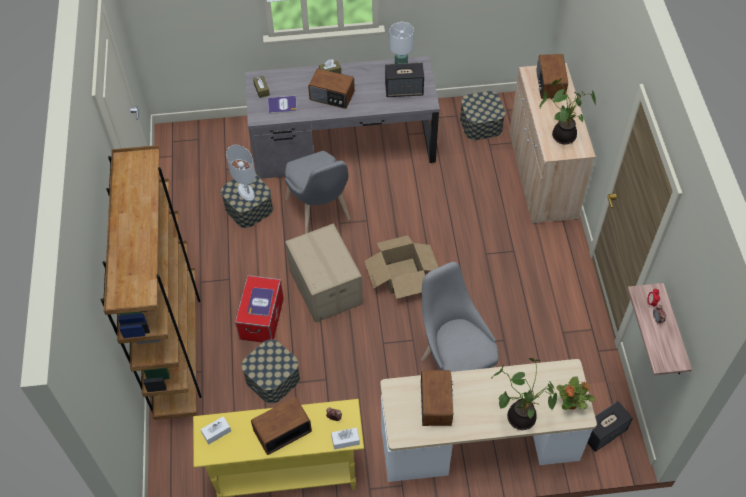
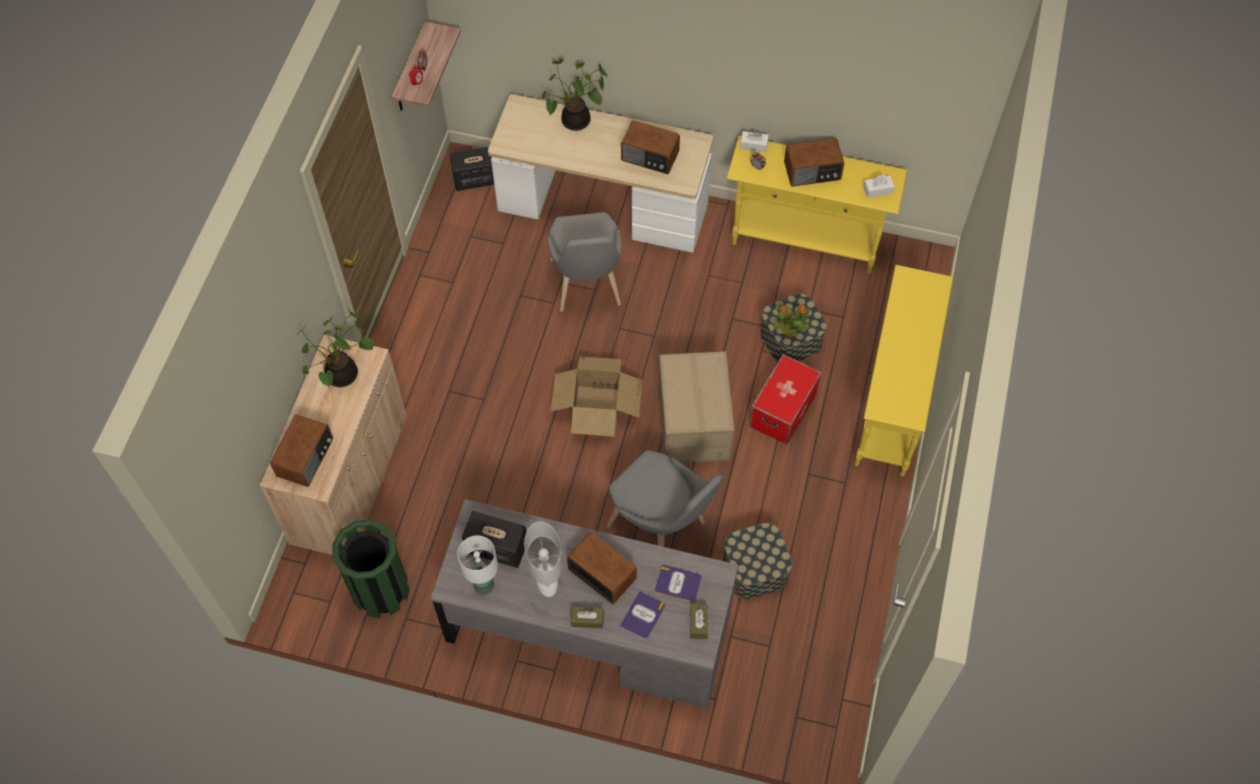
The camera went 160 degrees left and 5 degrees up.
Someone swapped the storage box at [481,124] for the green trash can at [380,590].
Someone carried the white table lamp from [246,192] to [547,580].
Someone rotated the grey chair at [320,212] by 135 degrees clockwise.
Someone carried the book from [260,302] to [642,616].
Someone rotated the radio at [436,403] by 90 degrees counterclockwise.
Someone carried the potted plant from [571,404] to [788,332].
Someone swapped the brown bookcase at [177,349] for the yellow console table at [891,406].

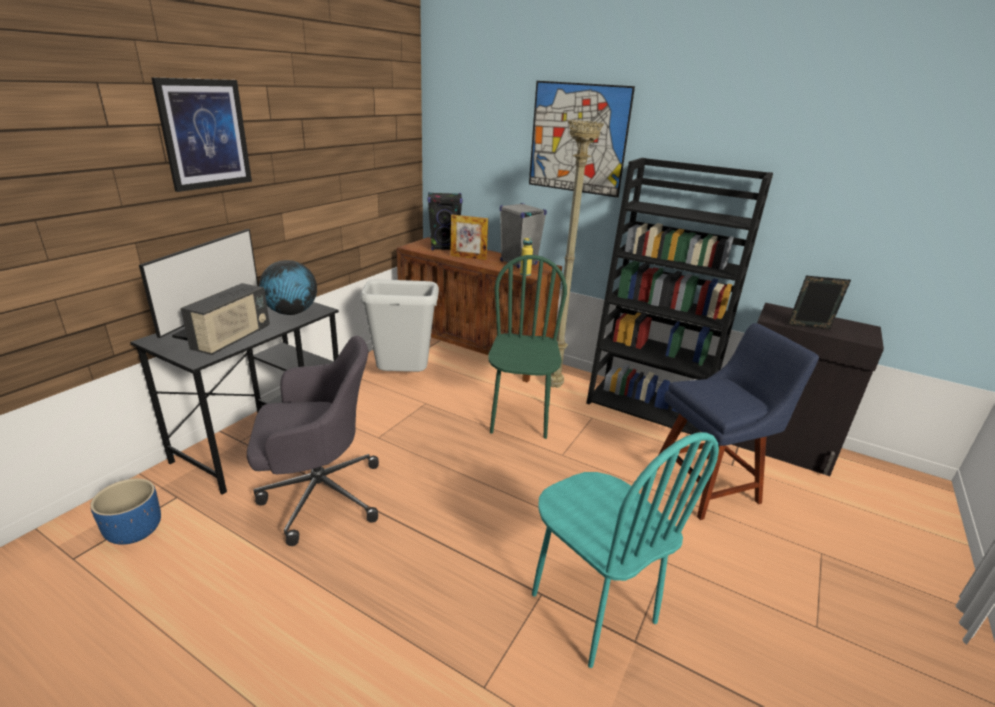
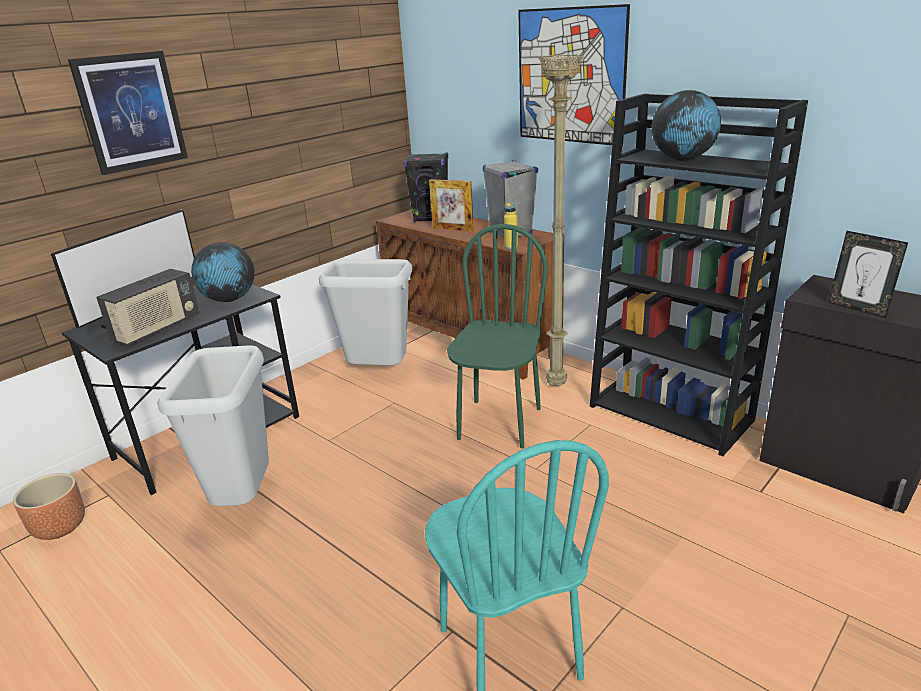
The camera went 15 degrees right and 0 degrees up.
Someone repainted the blue planter at [134,531], which became the brown planter at [59,527].
Someone swapped the grey office chair at [318,495] for the grey trash can at [245,501].
Someone put down the globe at [682,159].
Someone rotated the picture frame at [809,328] by 150 degrees counterclockwise.
Someone took away the blue chair at [709,484].

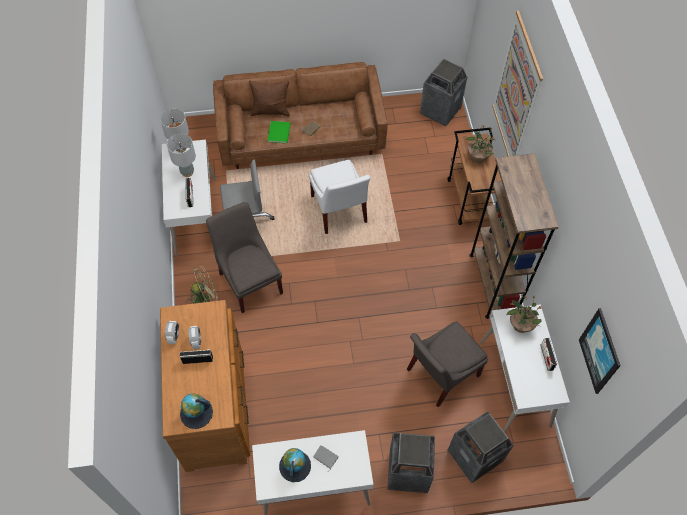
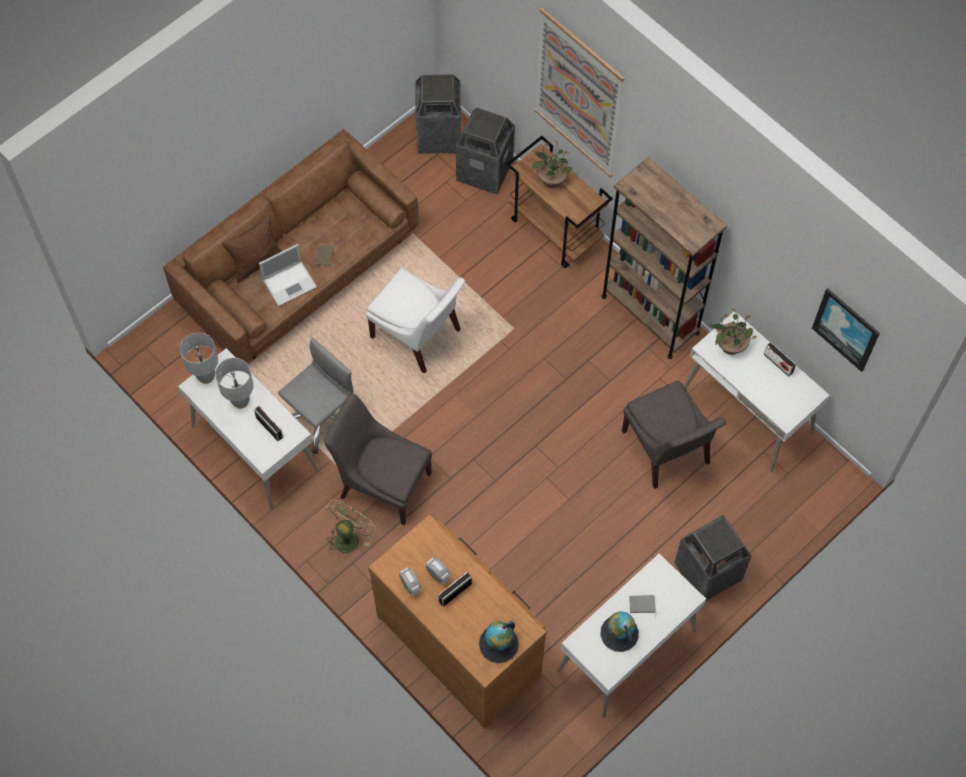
The camera went 35 degrees left and 5 degrees up.
Someone swapped the green book at [280,132] for the laptop at [290,283].
Someone carried the trash can from [474,456] to [484,170].
Someone rotated the grey chair at [440,374] by 45 degrees counterclockwise.

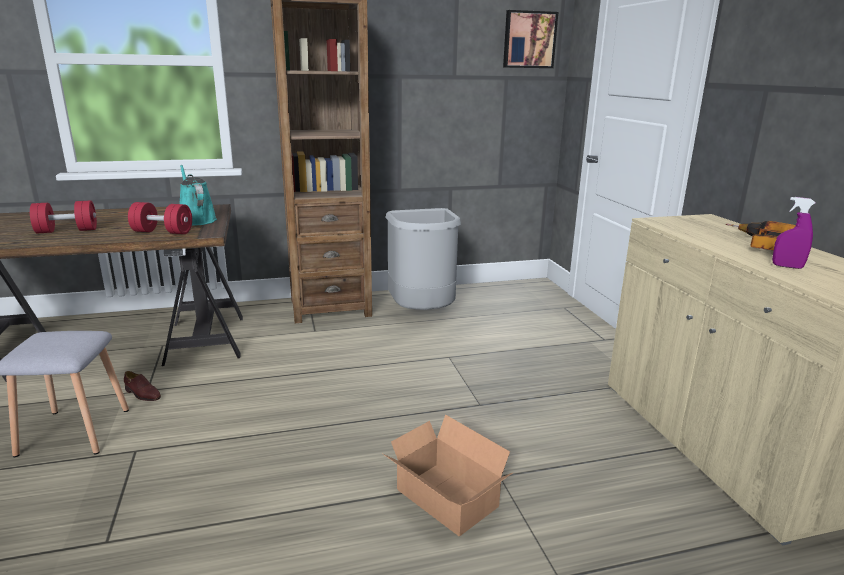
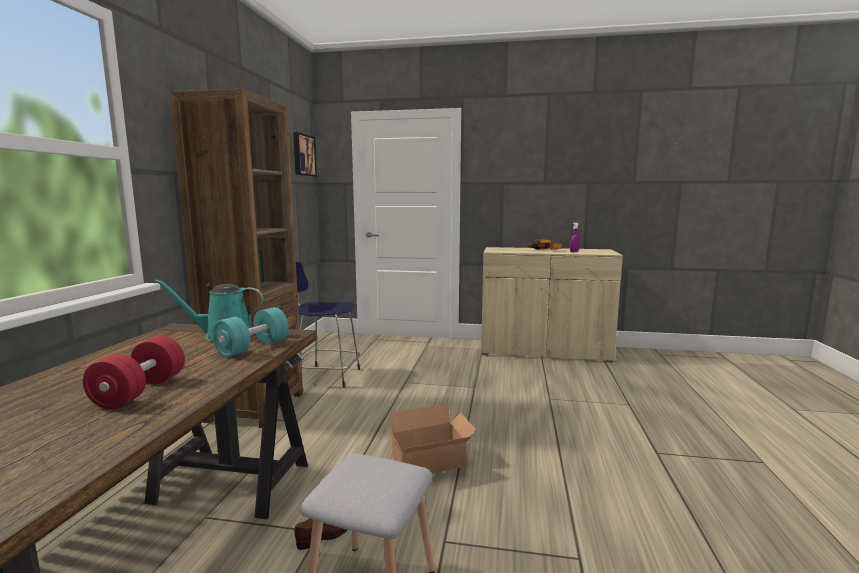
The camera went 65 degrees left and 10 degrees down.
Someone repainted the red dumbbell at [162,232], which became the turquoise dumbbell at [253,348].
Someone swapped the grey trash can at [422,314] for the blue stool at [326,376].
Someone carried the cardboard box from [446,501] to [431,462].

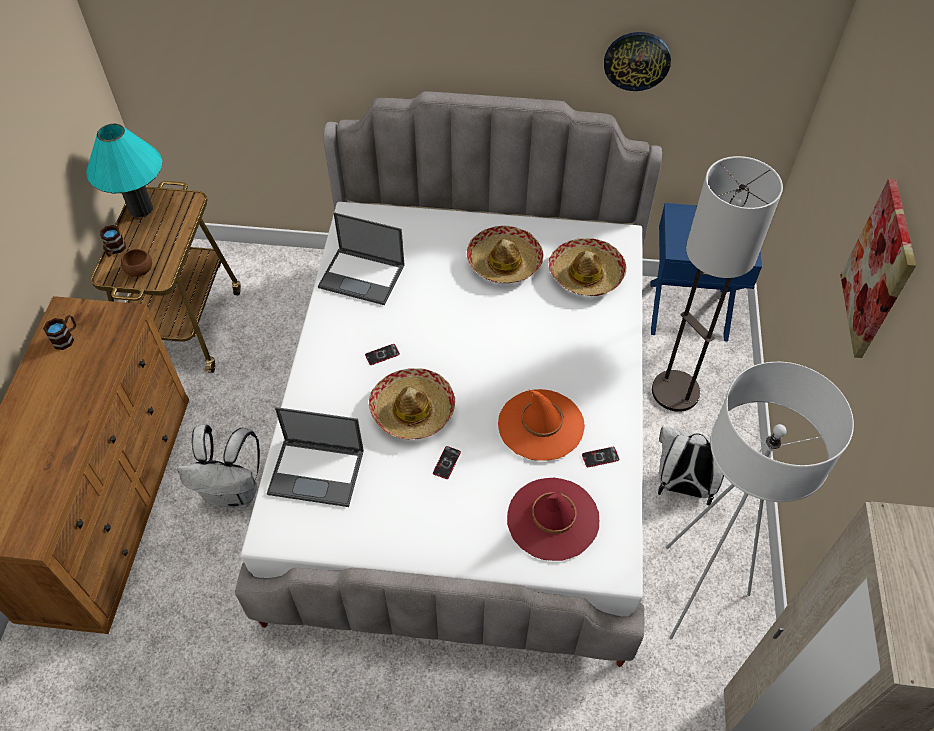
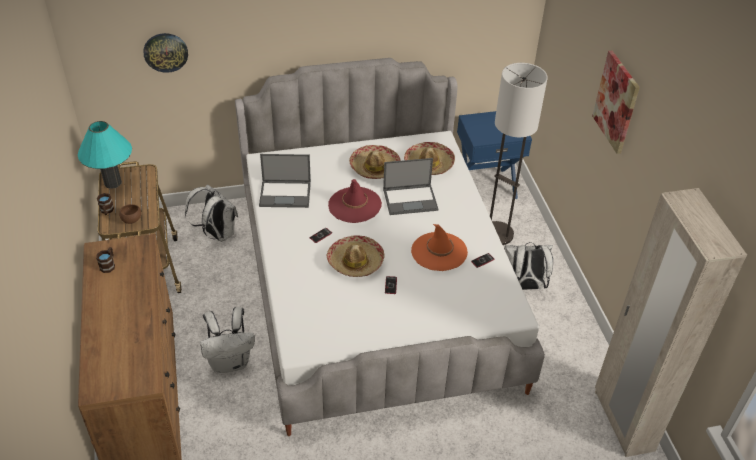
The camera went 20 degrees left and 10 degrees down.
Someone carried the wall clock from [637,60] to [165,52].
Someone put down the white backpack at [217,234].
Someone carried the red hat from [552,519] to [354,205].
Someone carried the laptop from [317,472] to [411,199].
Someone took away the white floor lamp at [694,593].

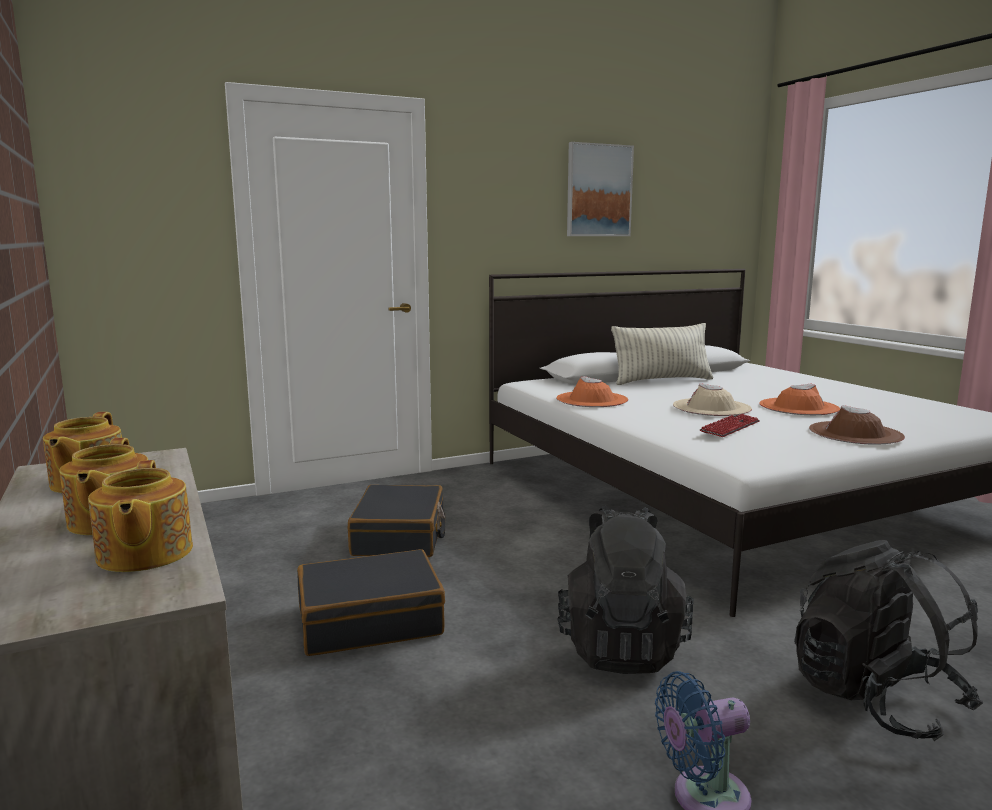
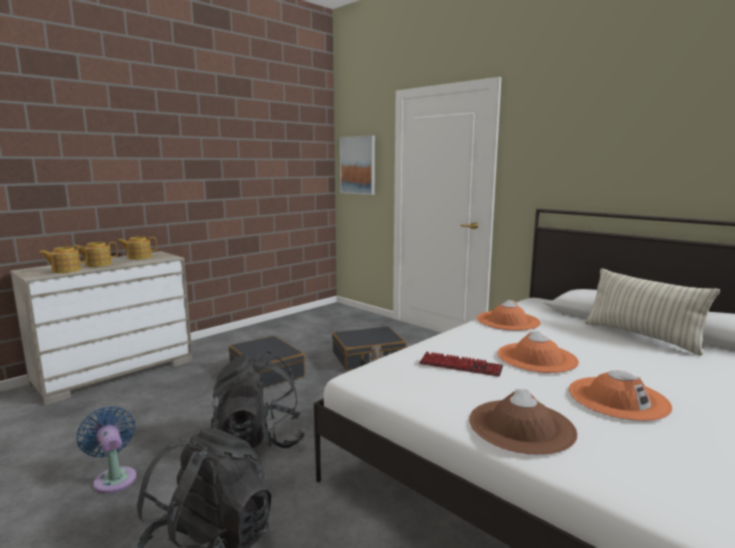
The camera went 70 degrees right and 0 degrees up.
Someone carried the picture from [598,190] to [358,165].
Someone repainted the beige hat at [711,407], which became the orange hat at [536,358].

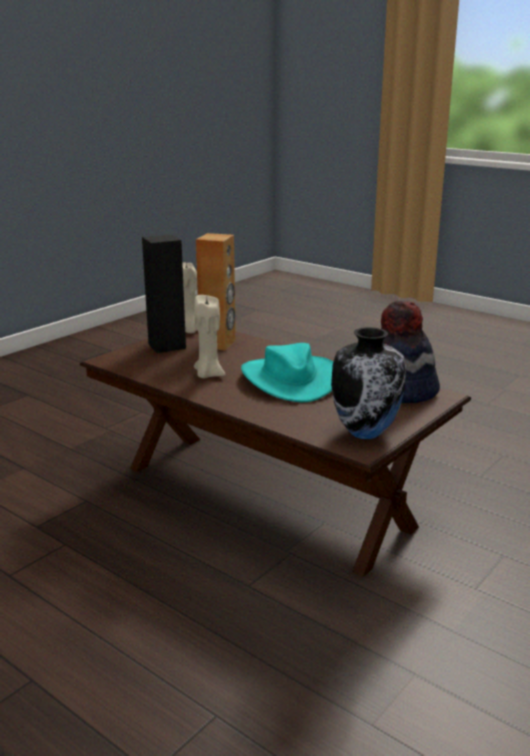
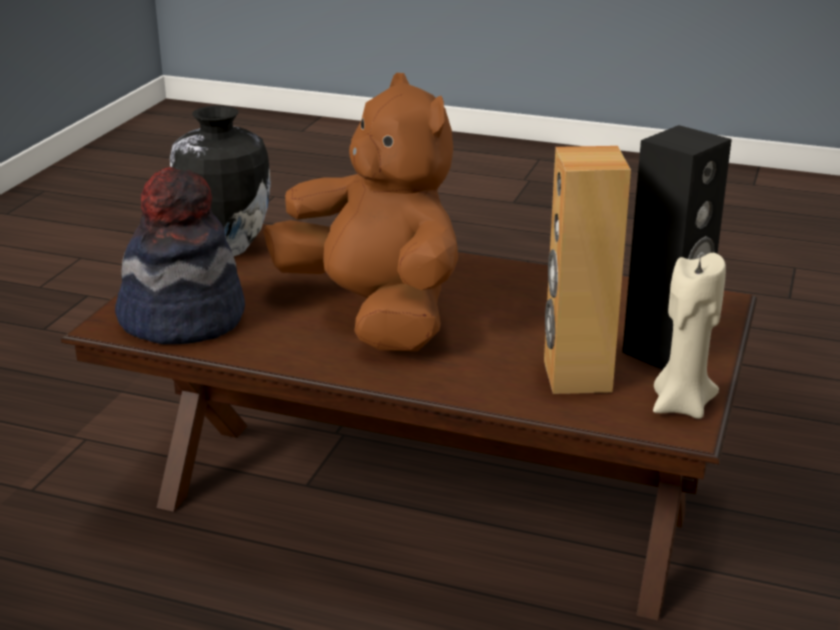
The camera went 160 degrees right and 5 degrees up.
Someone swapped the turquoise hat at [289,379] for the brown plush toy at [375,314].
Someone took away the beige candle at [208,375].

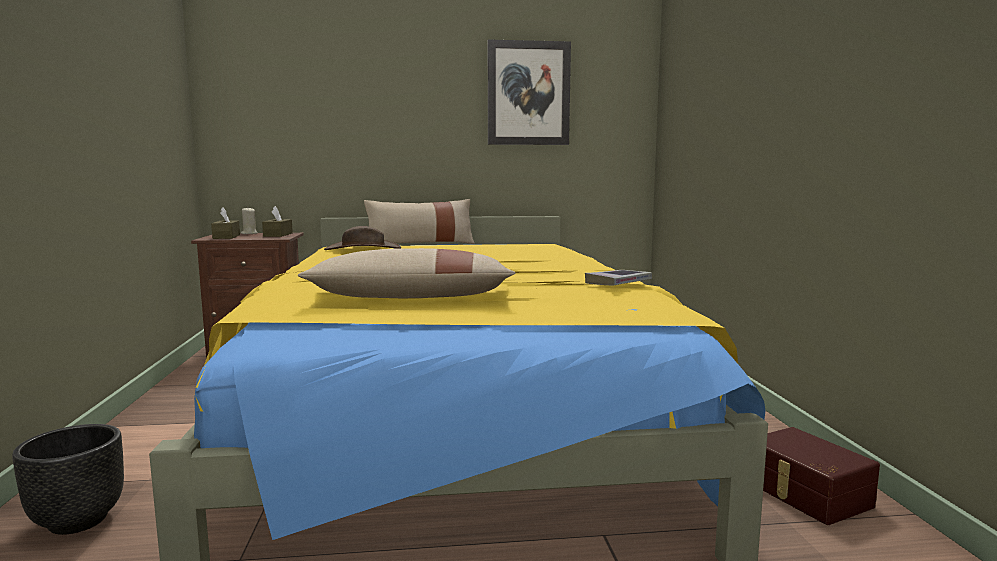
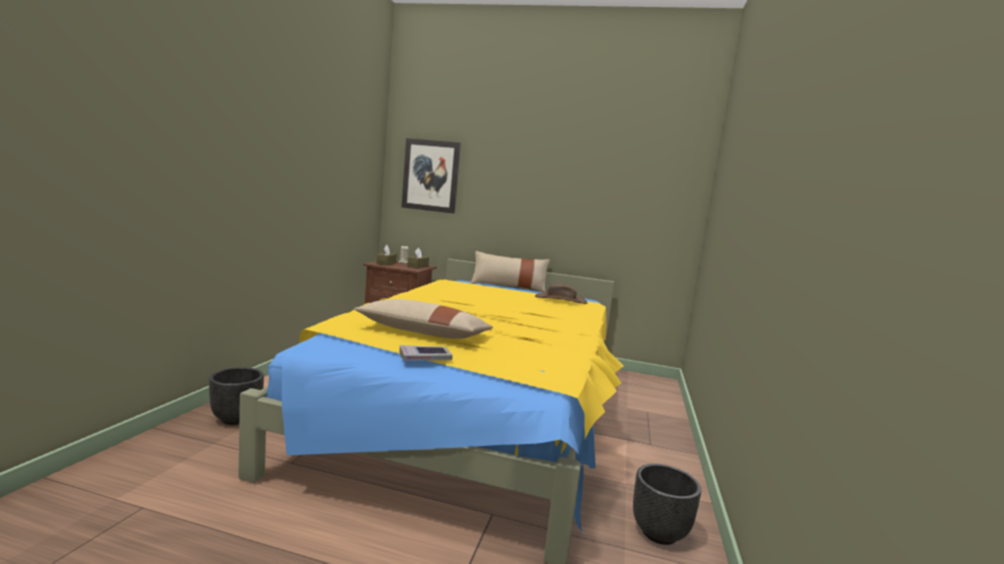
The camera went 20 degrees right and 0 degrees up.
Someone carried the book from [618,283] to [425,358].
Someone carried the picture from [528,93] to [431,176].
Someone carried the brown hat from [363,249] to [560,300].
Someone swapped the brown storage box at [805,493] for the black planter at [660,534].

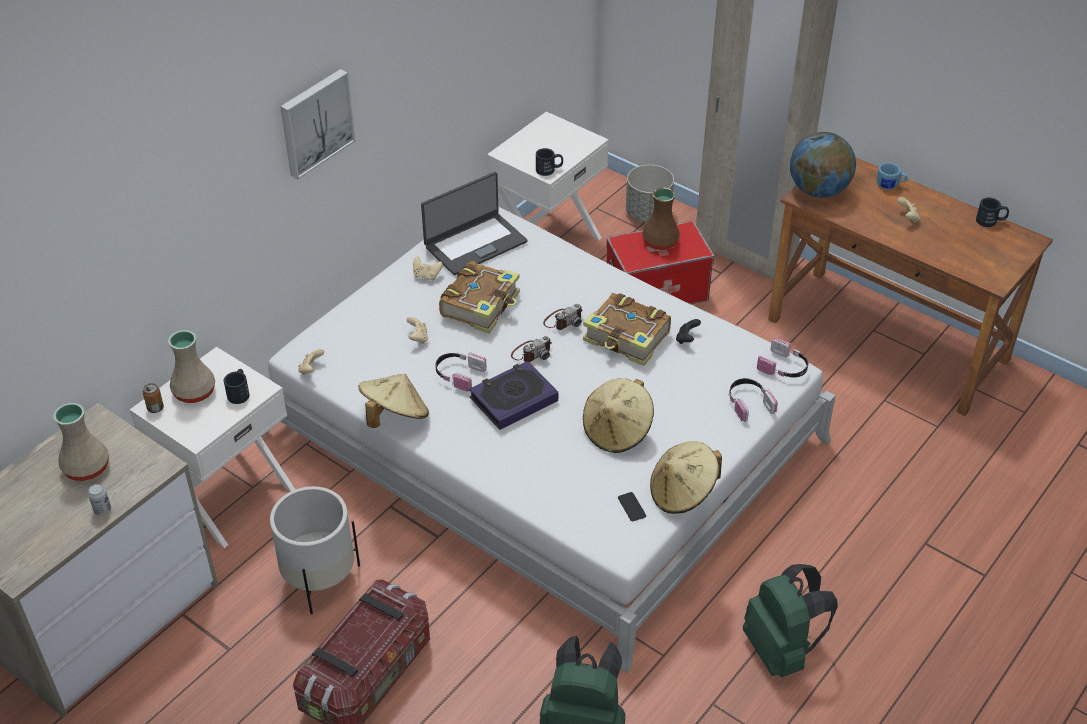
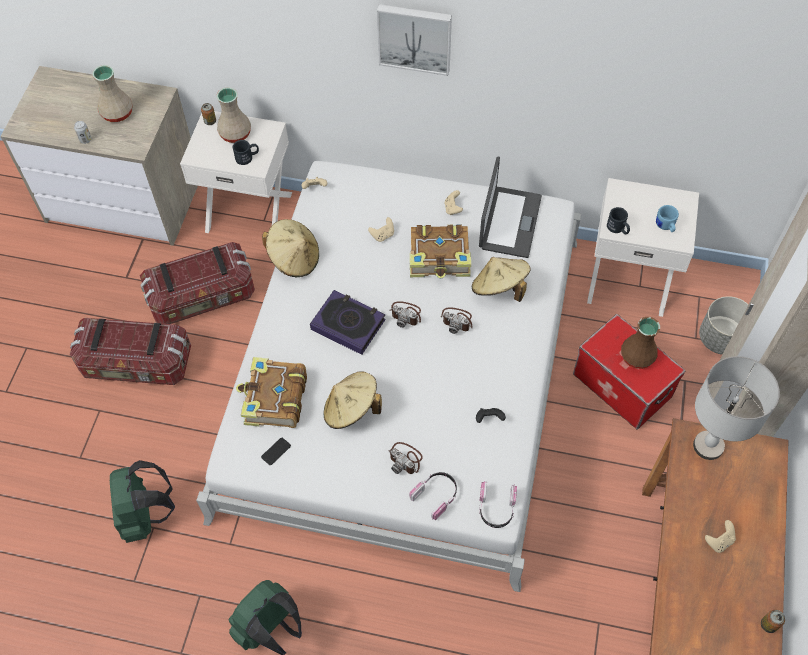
The camera went 65 degrees right and 15 degrees up.
Someone swapped the white planter at [319,579] for the storage box at [203,297].
Someone carried the book from [627,338] to [274,399].
Someone put down the photo camera at [405,459].
Someone carried the beige hat from [682,493] to [499,288].
Someone rotated the laptop at [475,244] by 105 degrees counterclockwise.
Someone carried the blue mug from [890,186] to [665,226].
Someone swapped the globe at [818,190] for the grey table lamp at [707,446].
Someone swapped the black mug at [990,221] for the can at [768,625].
Someone took away the headphones at [458,374].

